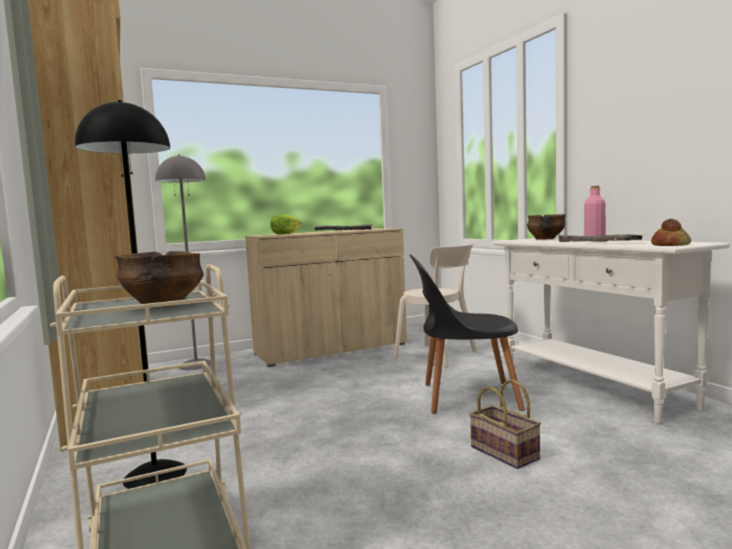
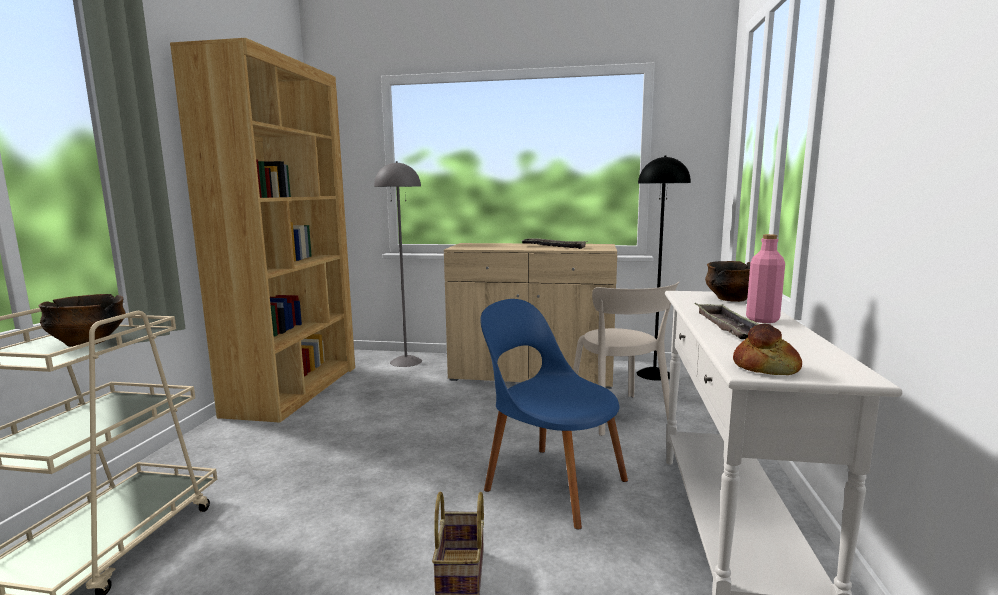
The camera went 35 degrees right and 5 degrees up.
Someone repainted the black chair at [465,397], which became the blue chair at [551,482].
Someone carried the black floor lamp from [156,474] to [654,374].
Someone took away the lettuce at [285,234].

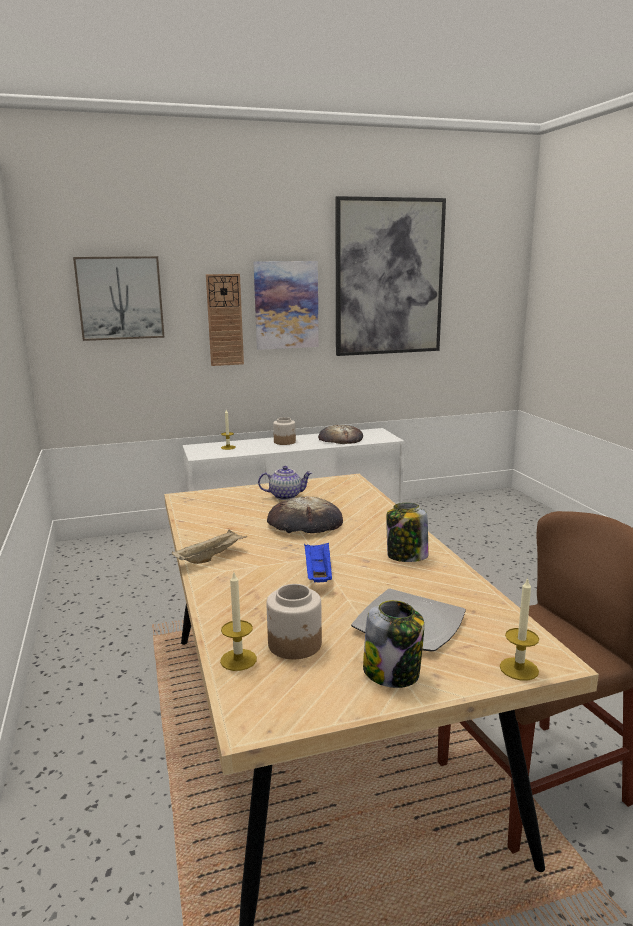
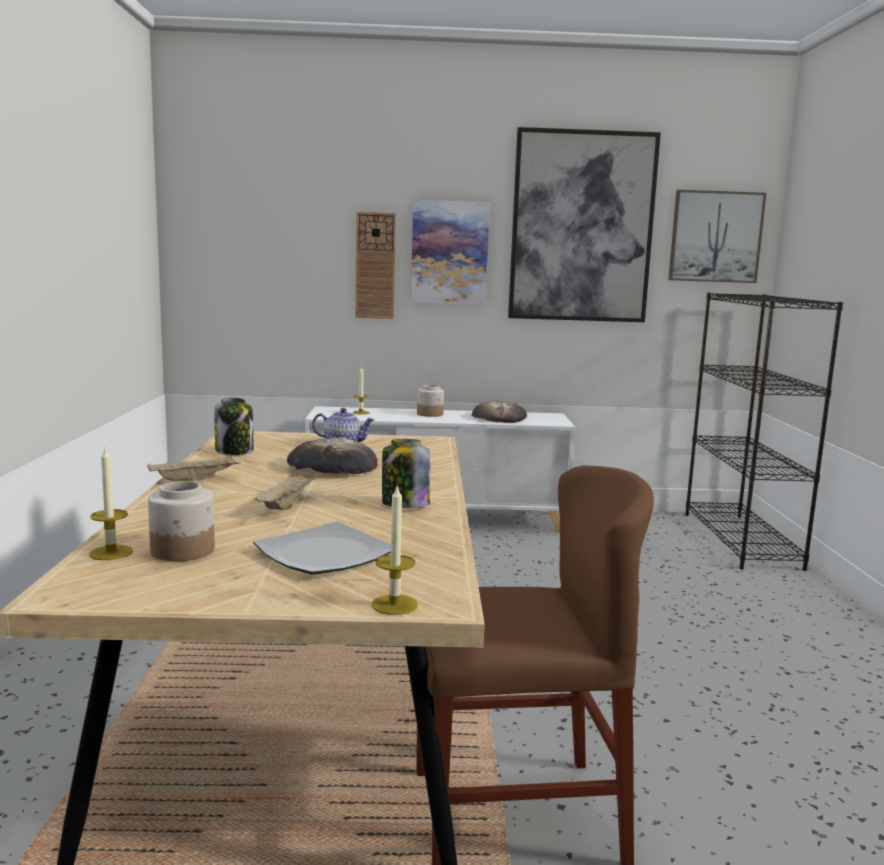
The camera went 15 degrees right and 5 degrees down.
Someone carried the jar from [392,673] to [235,451].
Someone repainted the blue tray at [318,573], which became the beige tray at [286,505].
Someone carried the picture from [120,298] to [715,237].
Someone put down the black bookcase at [741,540].

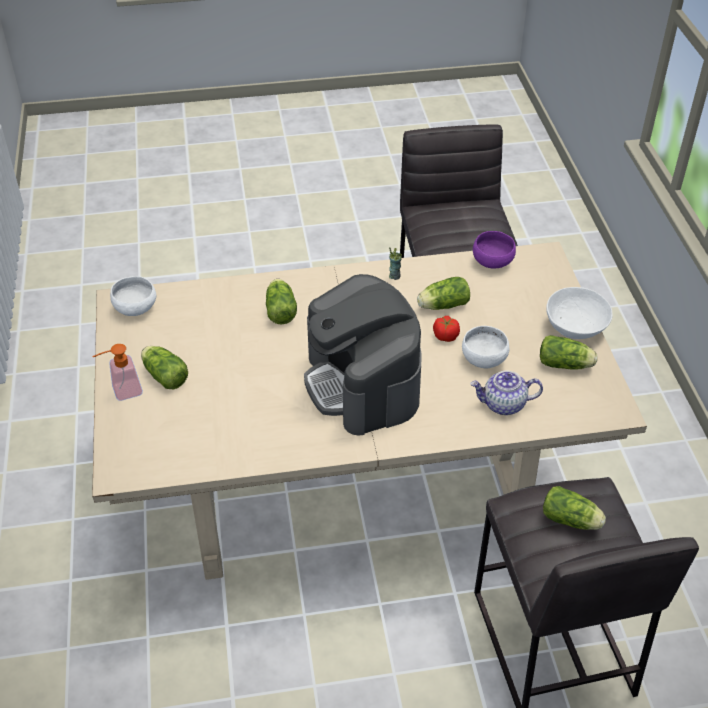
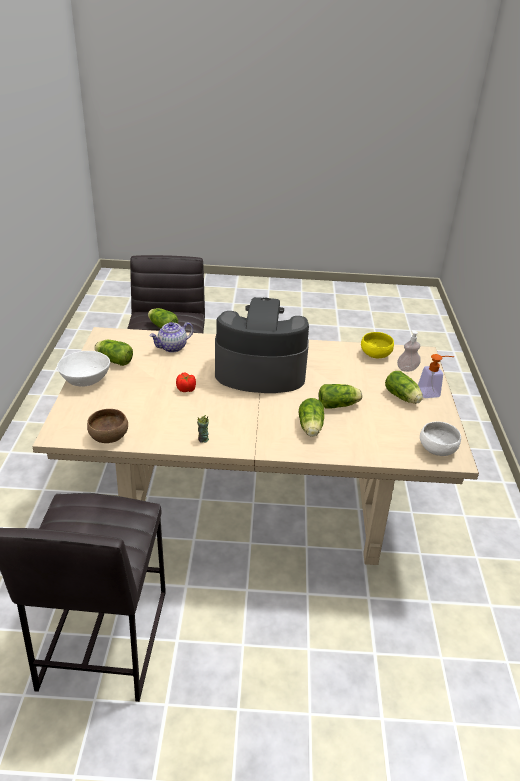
The camera went 170 degrees left and 10 degrees down.
Someone repainted the purple bowl at [493,262], which became the brown bowl at [108,436].
Someone rotated the teapot at [503,405] by 135 degrees clockwise.
Someone rotated the coffee machine at [362,384] by 75 degrees counterclockwise.
Someone carried the lettuce from [442,305] to [339,405].
Someone put down the yellow bowl at [375,355].
Someone put down the soap dispenser at [407,369].
Someone took away the white bowl at [483,358].

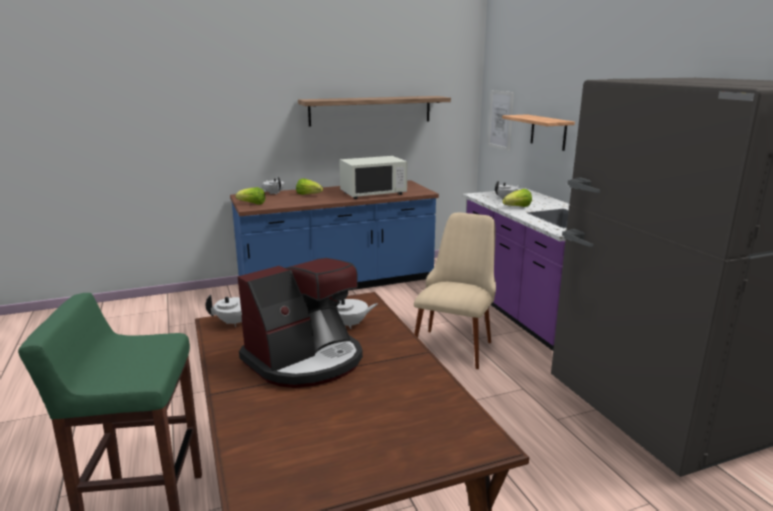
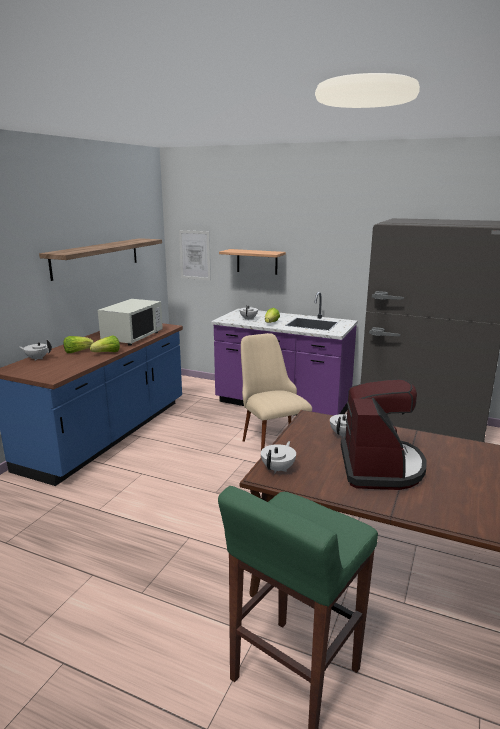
The camera went 45 degrees left and 0 degrees up.
Someone carried the lettuce from [252,204] to [107,353].

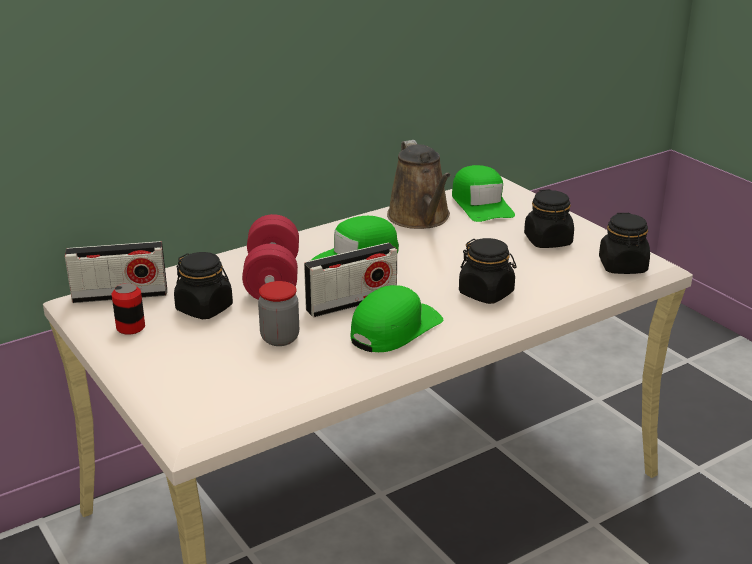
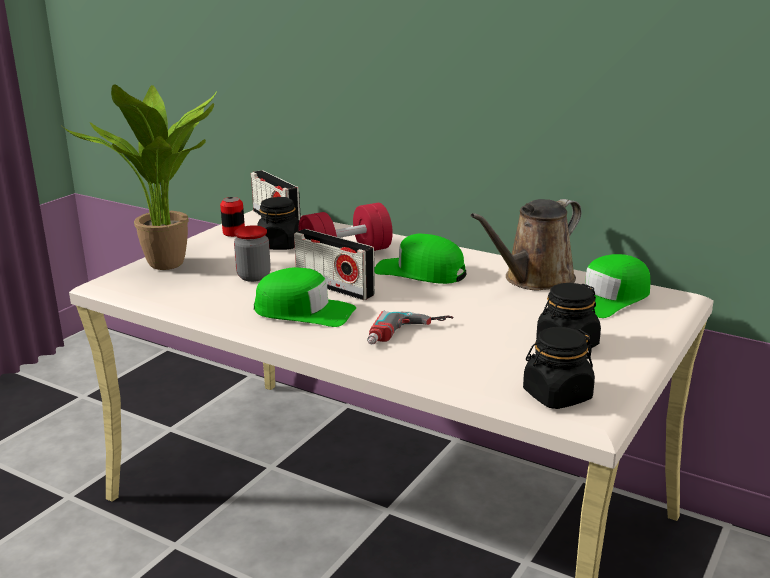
The camera went 65 degrees right and 5 degrees down.
Someone put down the potted plant at [172,266].
Someone swapped the black jar at [486,293] for the power drill at [409,336].

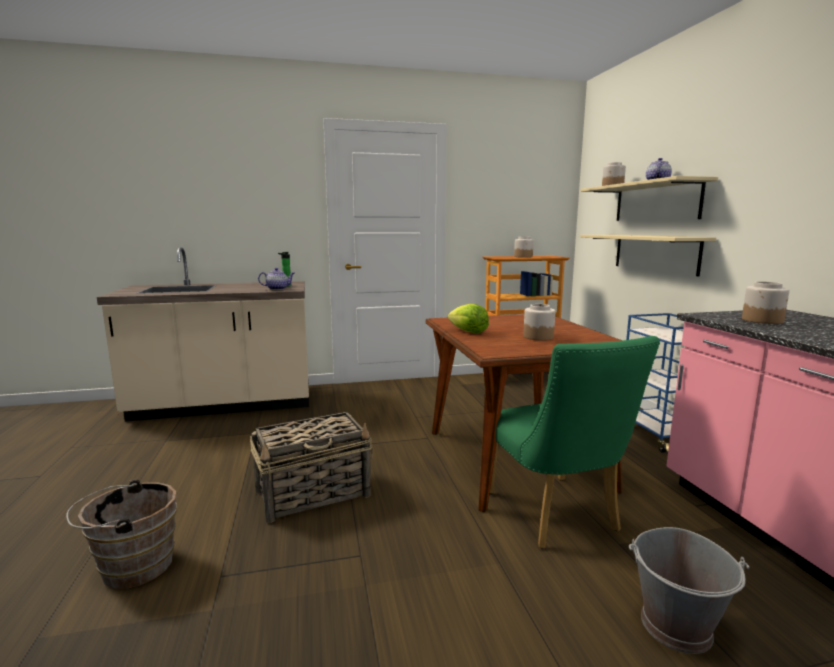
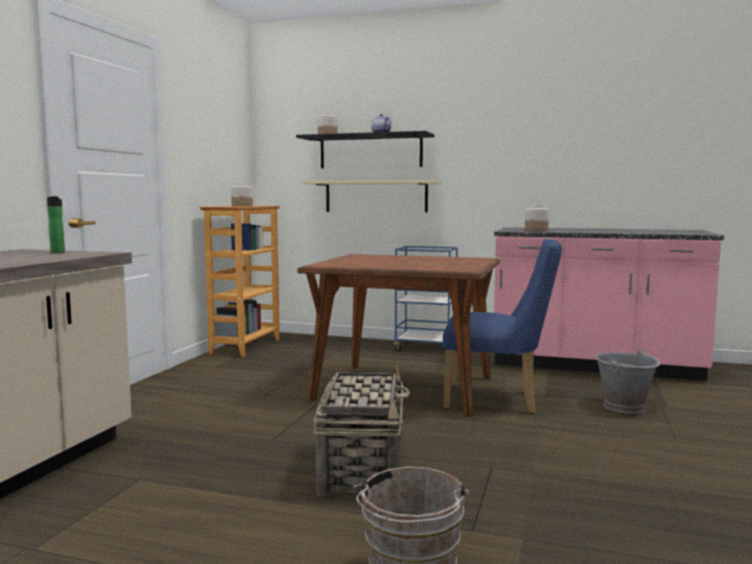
The camera went 60 degrees left and 5 degrees down.
Someone repainted the beige shelf at [656,202], which became the black shelf at [370,152].
Someone repainted the green chair at [556,516], which became the blue chair at [499,400].
Someone took away the teapot at [278,289].
Someone took away the lettuce at [468,332].
Someone took away the jar at [538,337].

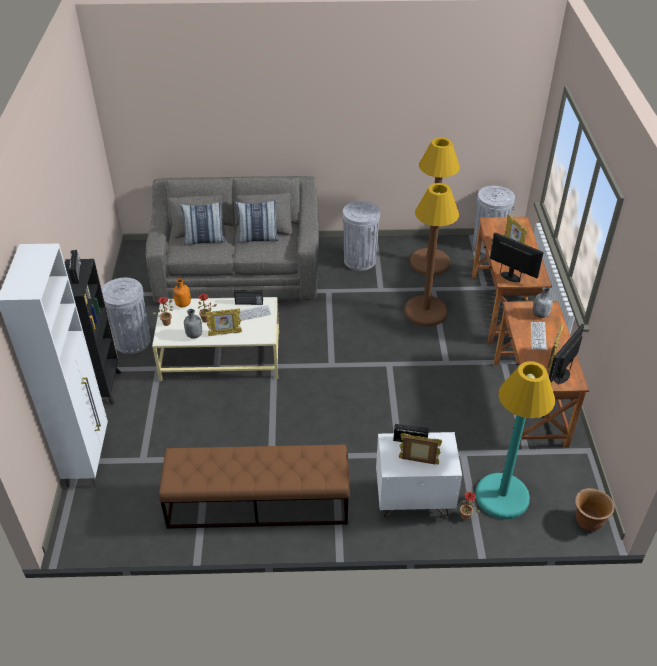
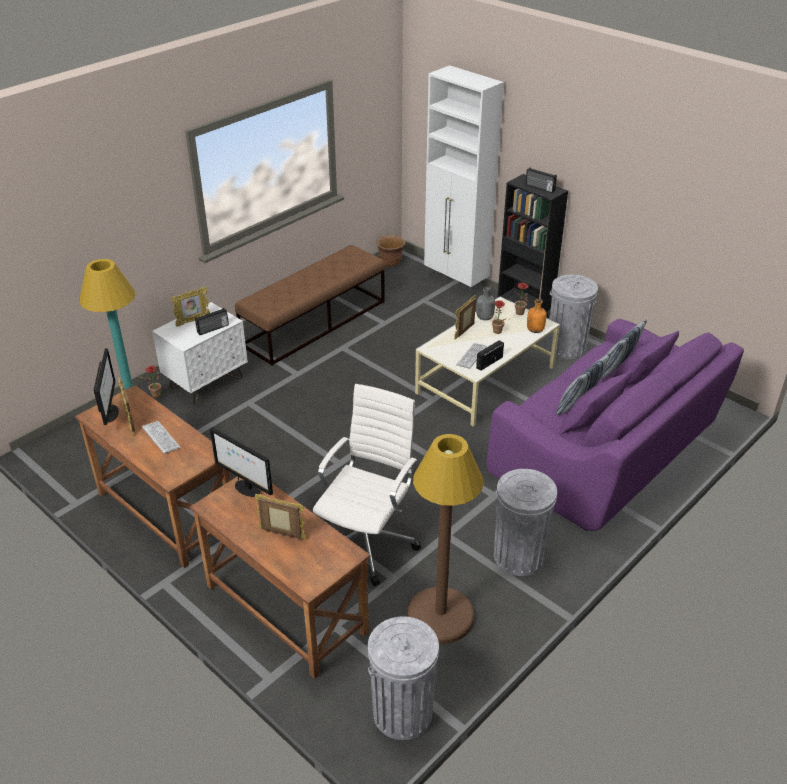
The camera went 135 degrees right and 5 degrees down.
Someone rotated the monitor at [511,277] by 45 degrees clockwise.
Someone swapped the brown floor lamp at [425,311] for the white office chair at [367,542].
Someone carried the brown planter from [588,521] to [390,262].
Someone repainted the grey sofa at [238,271], which became the purple sofa at [605,454].
Someone took away the grey bottle at [540,314].

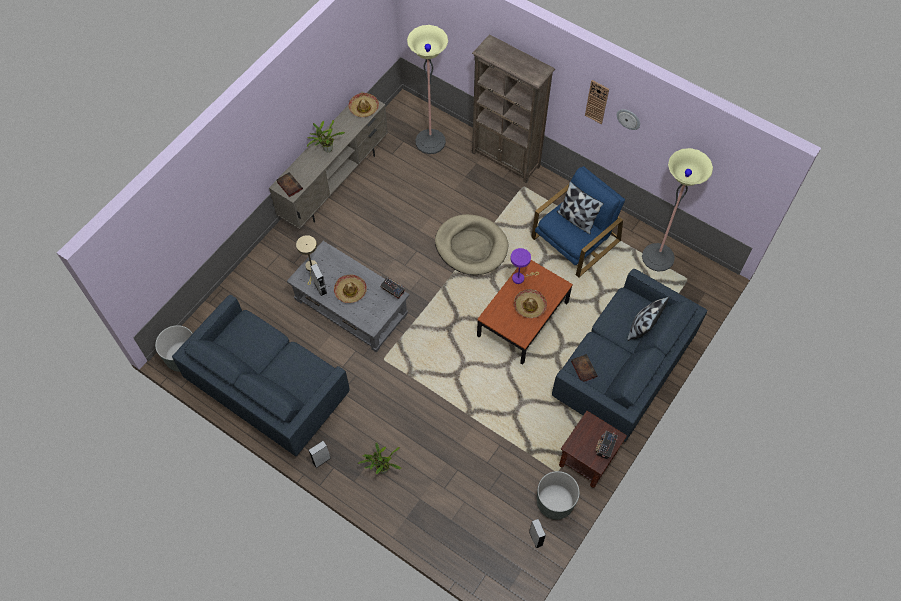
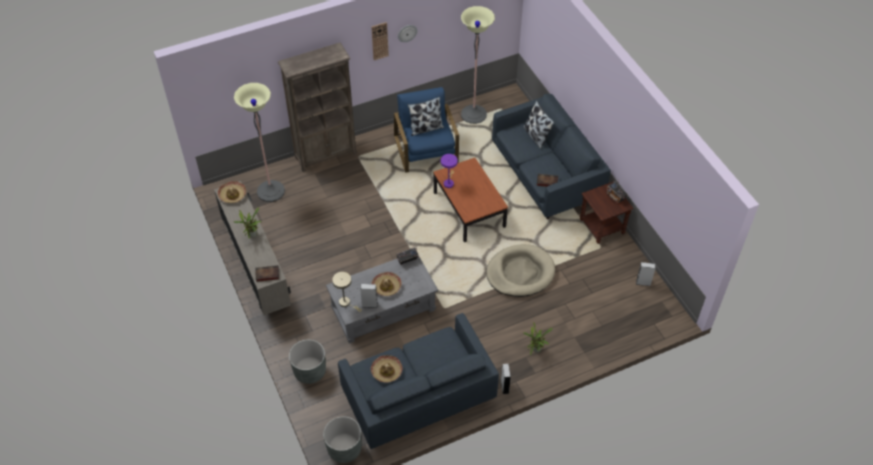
The camera went 60 degrees left and 10 degrees down.
Someone carried the grey planter from [555,502] to [310,371].
Someone carried the hat from [529,306] to [386,371].
Someone carried the beige dog bed from [471,246] to [520,273].

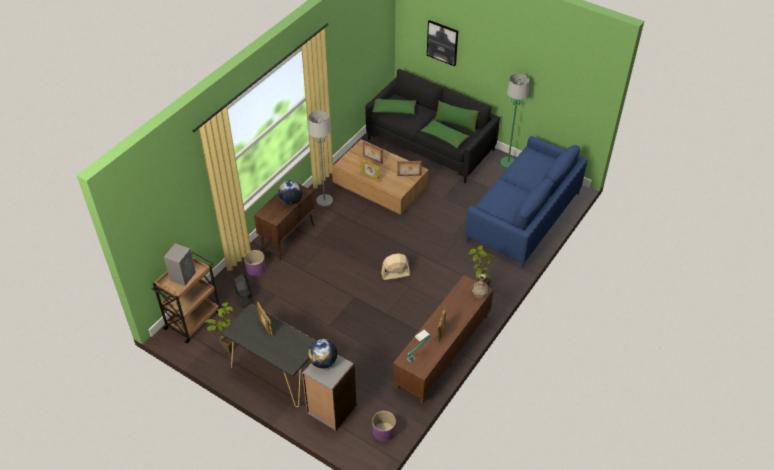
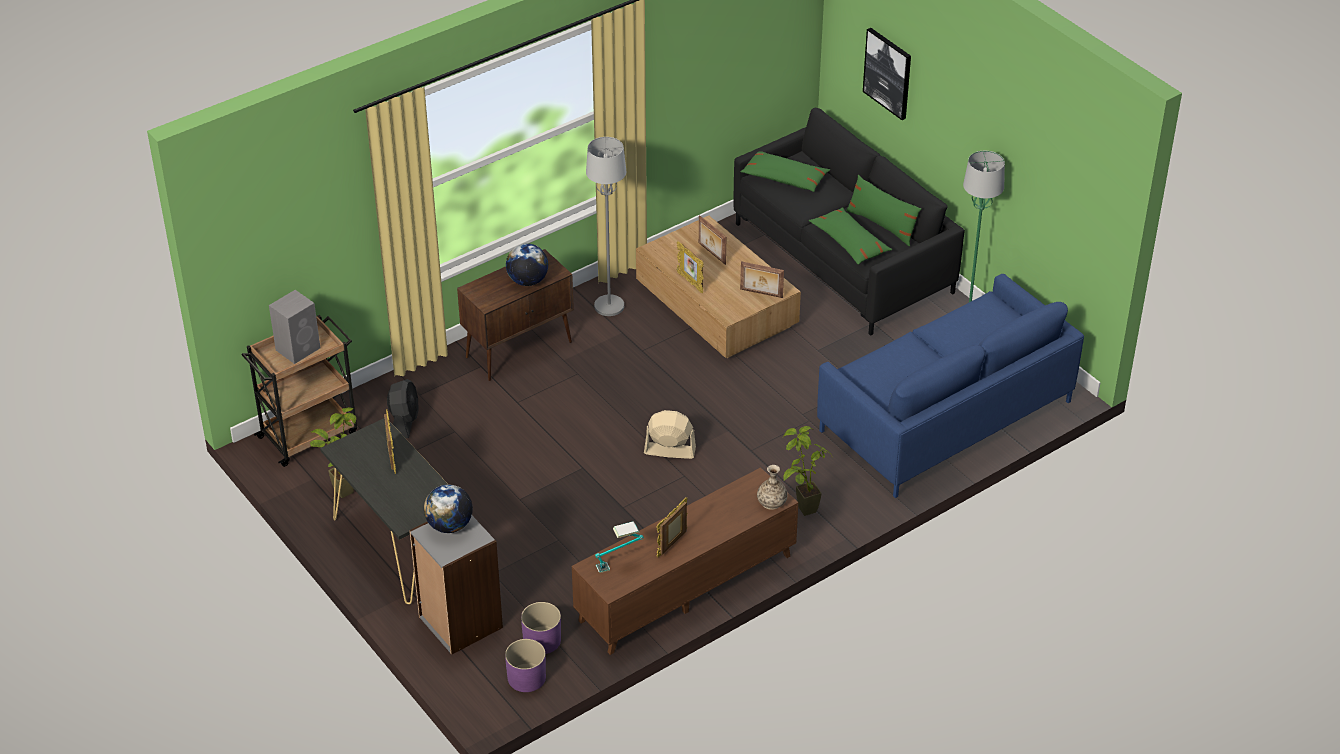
The camera went 20 degrees right and 5 degrees down.
Someone carried the purple planter from [256,269] to [541,640].

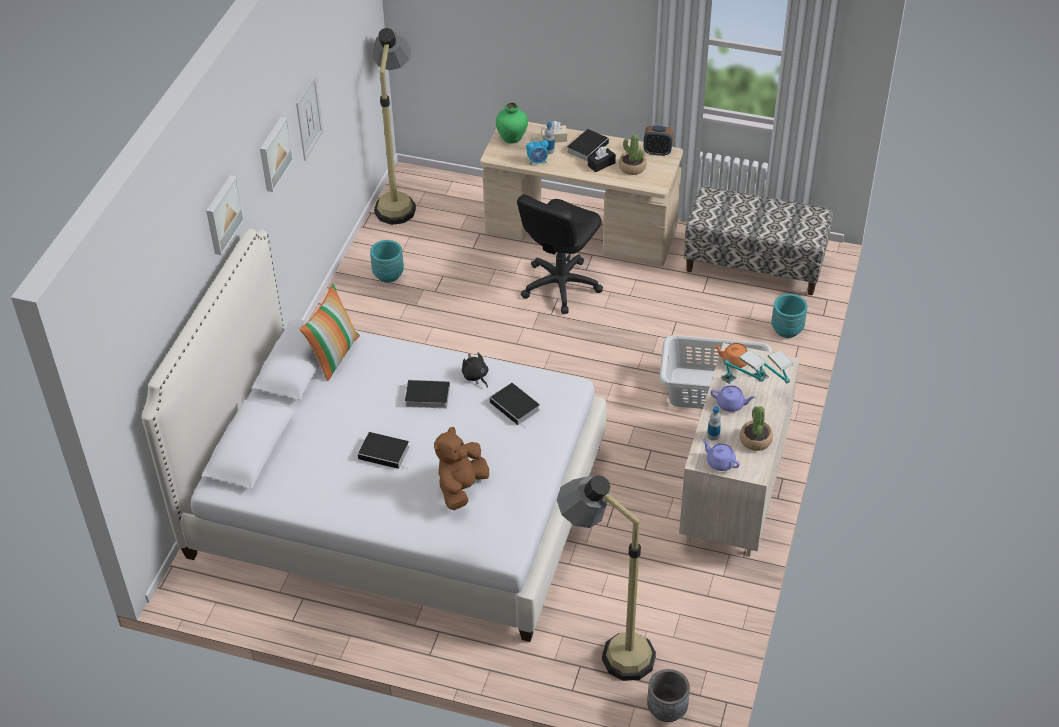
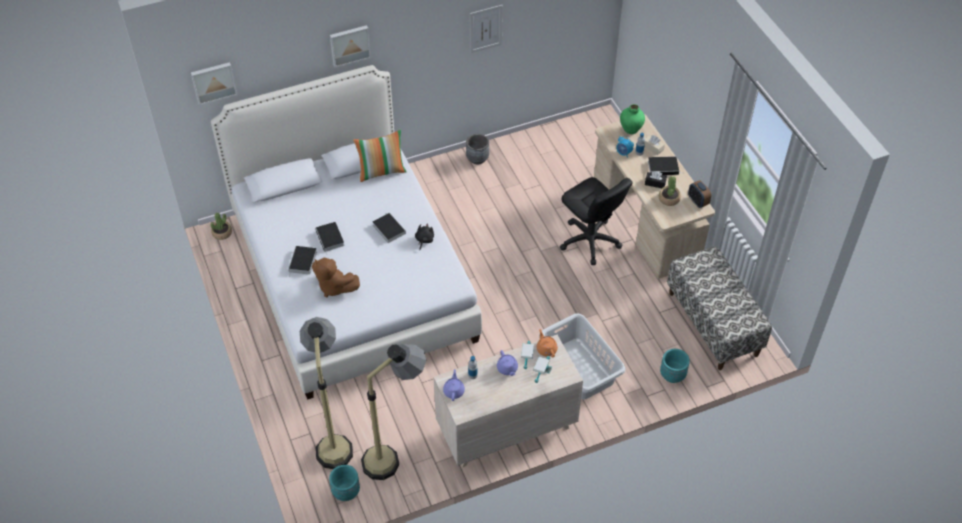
The camera went 50 degrees right and 5 degrees up.
Someone carried the picture from [274,153] to [213,82].
Someone carried the potted plant from [755,440] to [222,233].
Someone carried the book from [516,407] to [303,262].
Someone rotated the brown plush toy at [461,488] by 135 degrees counterclockwise.
Someone carried the turquoise planter from [388,275] to [346,492].
Someone carried the floor lamp from [398,198] to [396,455].
Someone carried the grey planter from [667,709] to [477,158].
Someone rotated the black office chair at [560,285] by 120 degrees counterclockwise.

